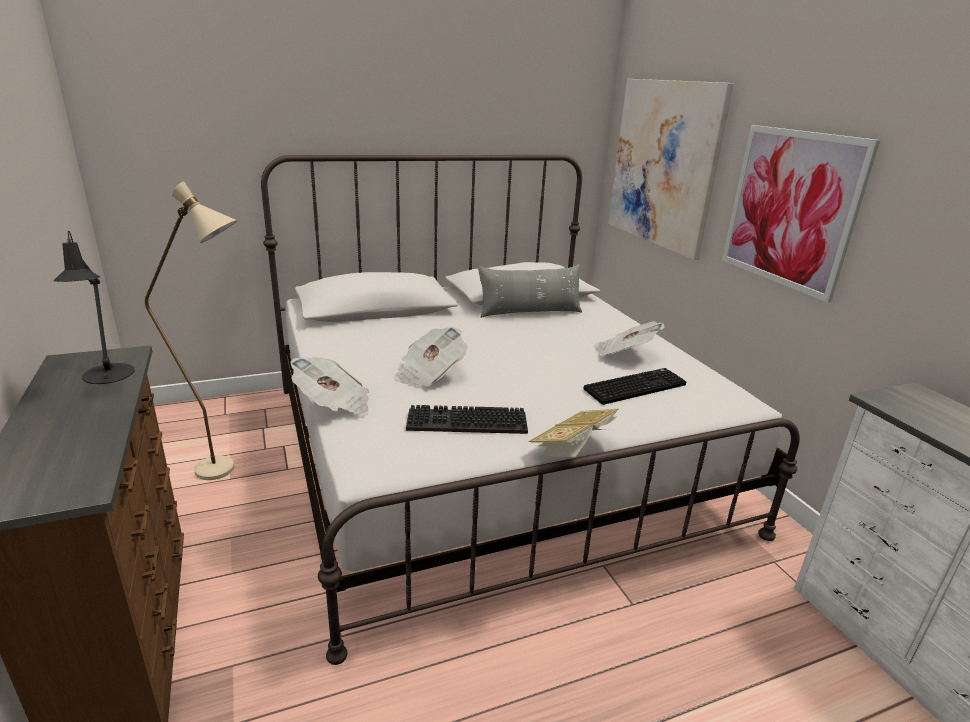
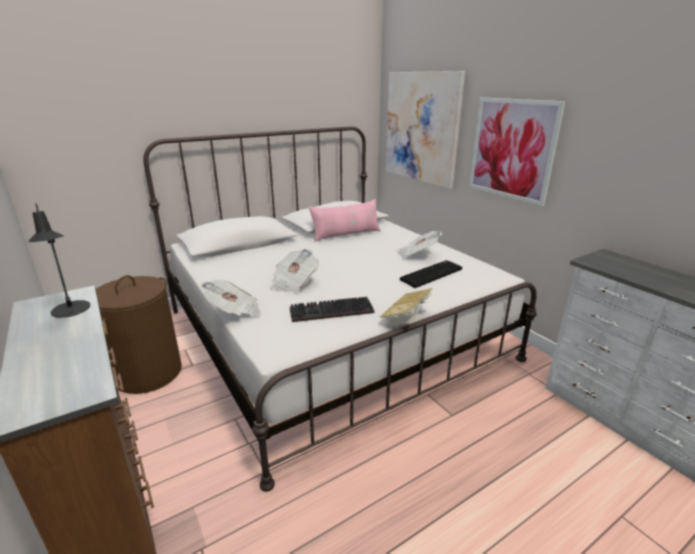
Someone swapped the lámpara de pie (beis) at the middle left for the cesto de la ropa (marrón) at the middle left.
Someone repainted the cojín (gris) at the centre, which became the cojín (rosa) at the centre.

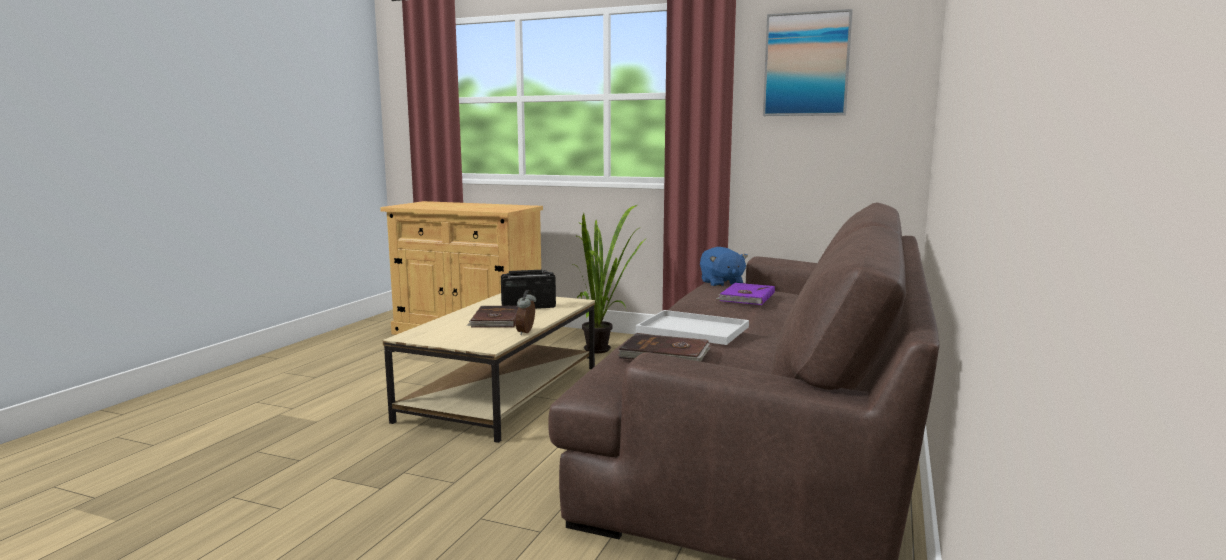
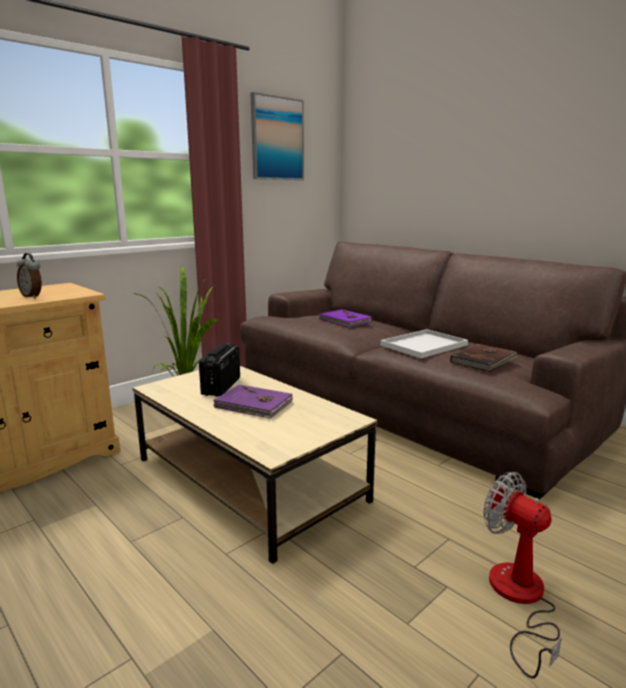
Someone took away the peluche (azul) at the centre.
Someone carried the despertador from the centre to the middle left.
Someone repainted the libro (marrón) (no. 1 from left) at the centre, which became the libro (morado) (no. 1 from left) at the centre.
Someone put down the ventilador at the bottom right.

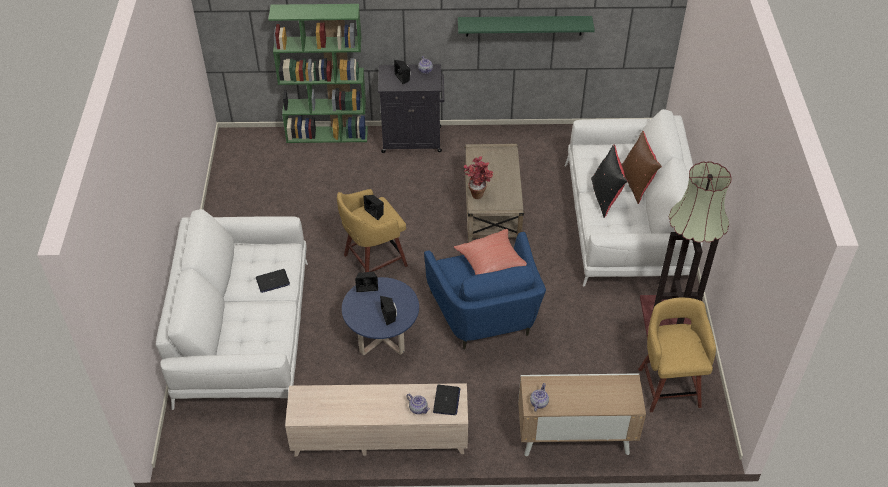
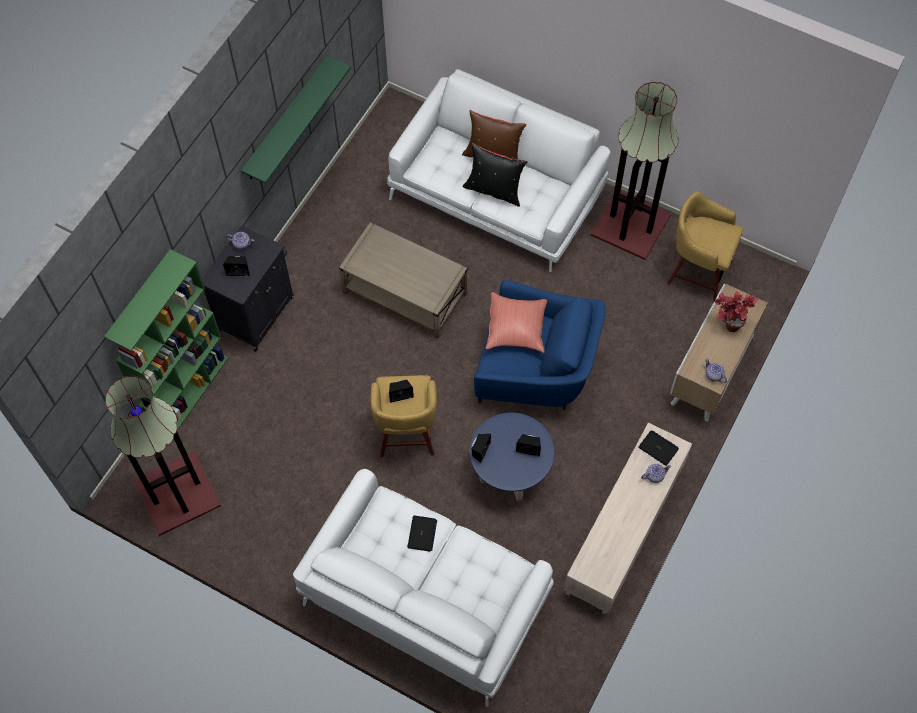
Someone carried the planta en maceta from the centre to the middle right.
Someone put down the lámpara de pie (no. 1 from left) at the middle left.

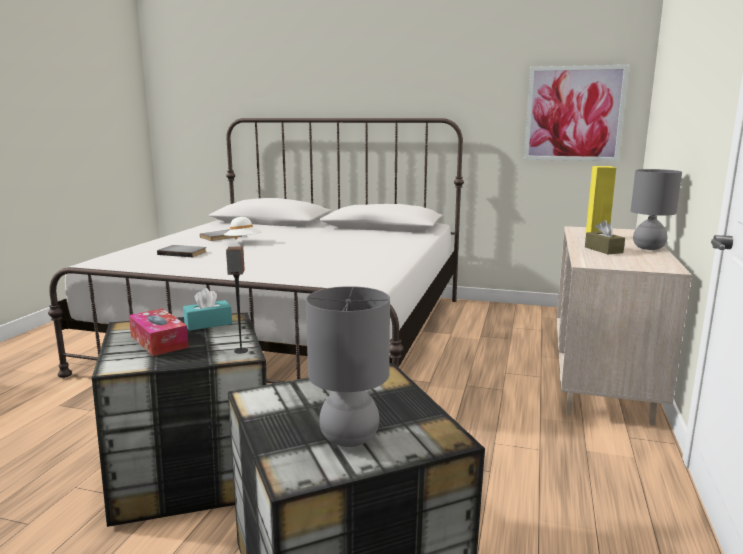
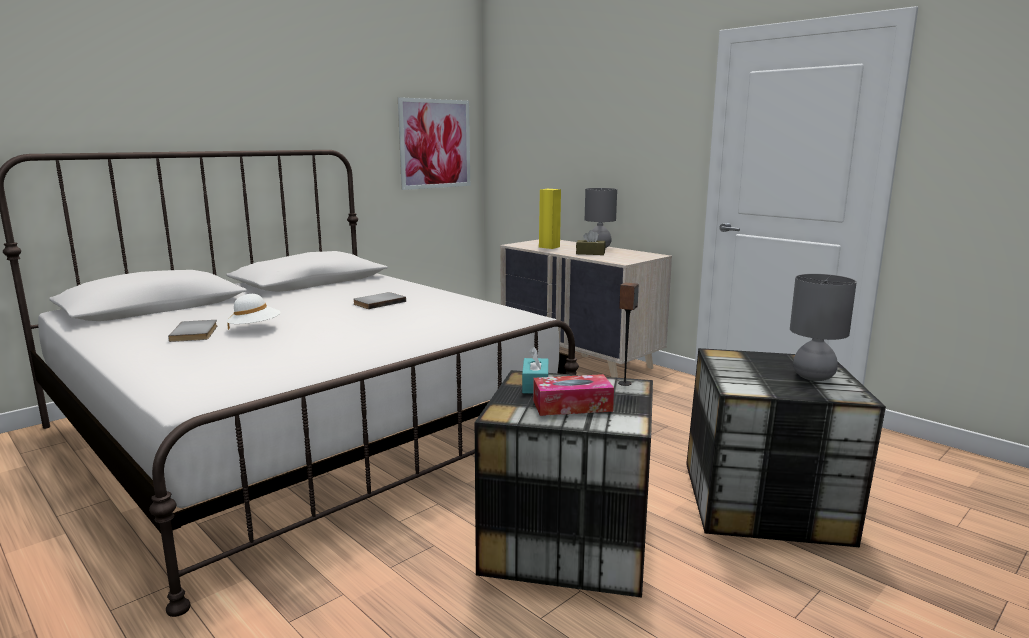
Someone carried the libro (gris) (no. 1 from left in the first image) from the middle left to the centre.

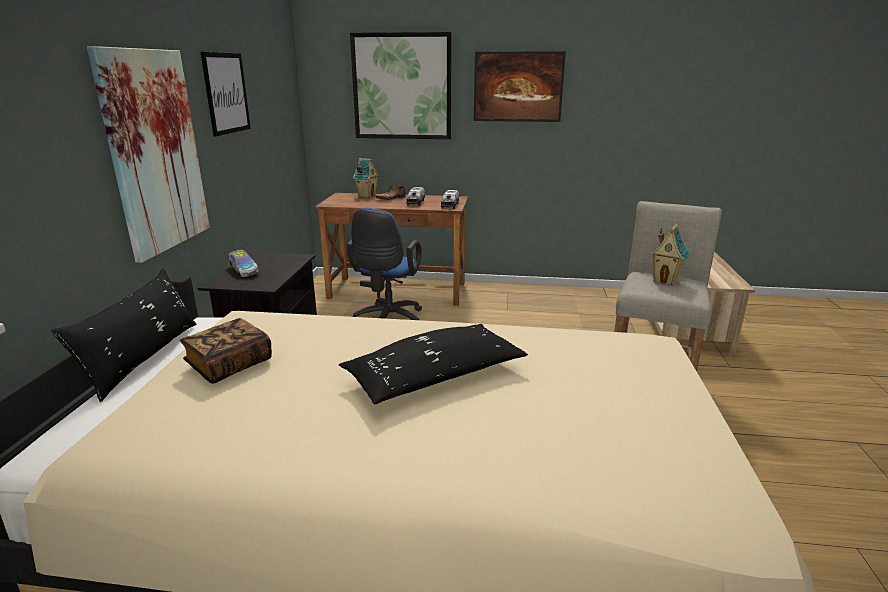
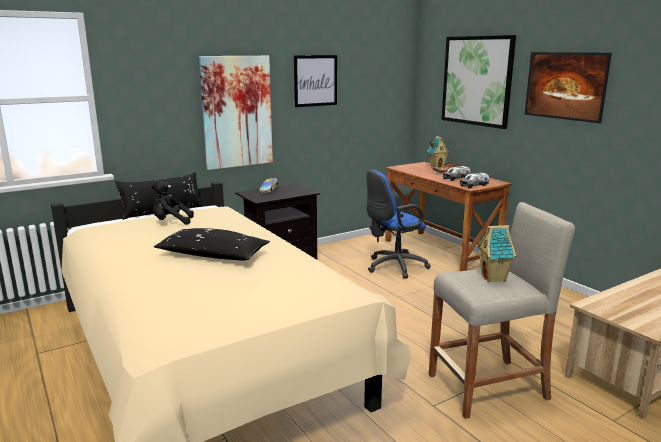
Someone swapped the libro at the middle left for the peluche (negro) at the middle left.

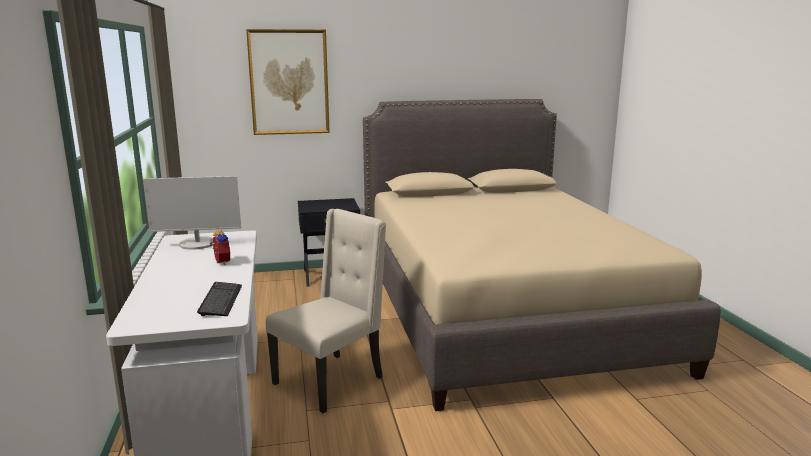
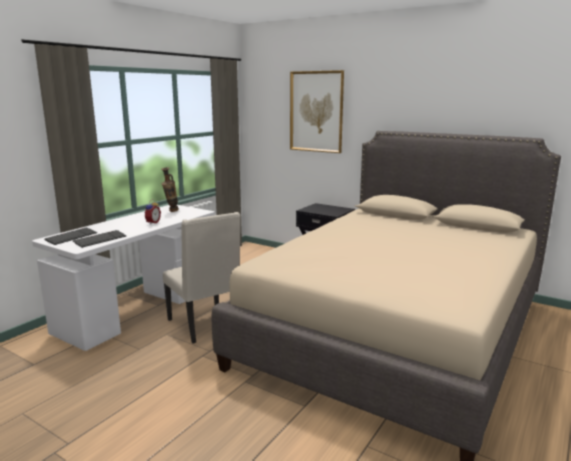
Someone swapped the monitor at the middle left for the florero at the middle left.
Someone rotated the silla (beis) at the bottom centre by 60 degrees clockwise.
Someone put down the teclado (no. 1 from left) at the middle left.

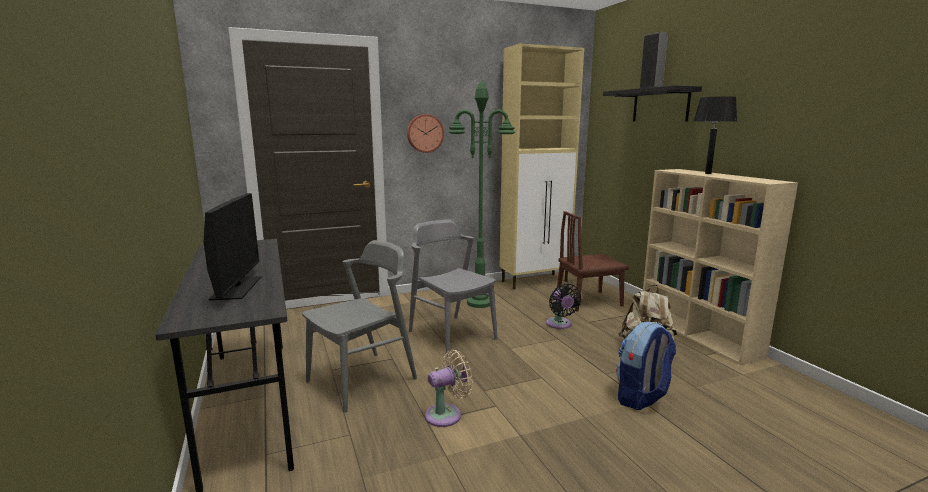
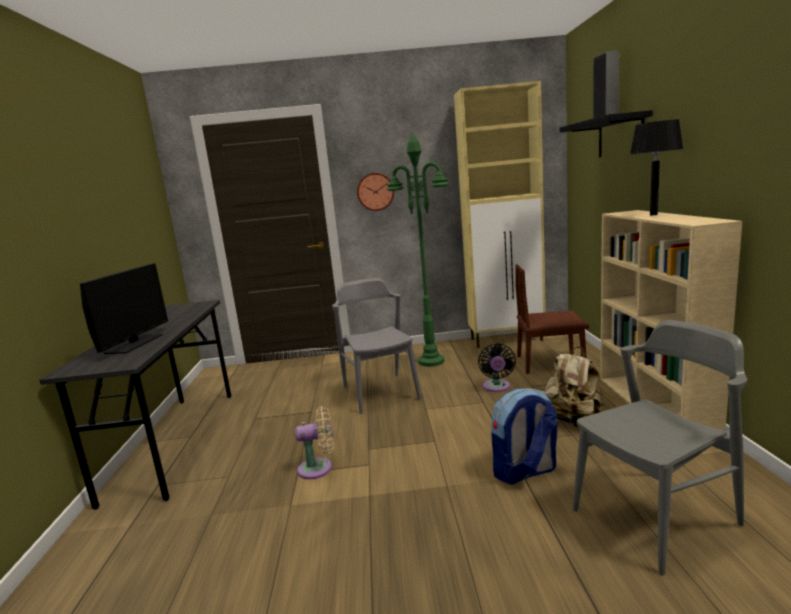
Someone carried the silla (gris) (no. 1 from left in the first image) from the centre to the bottom right.

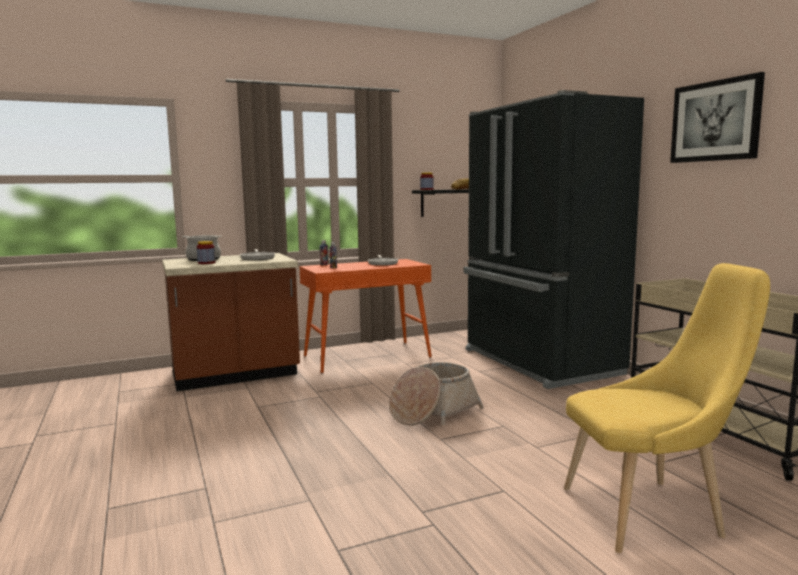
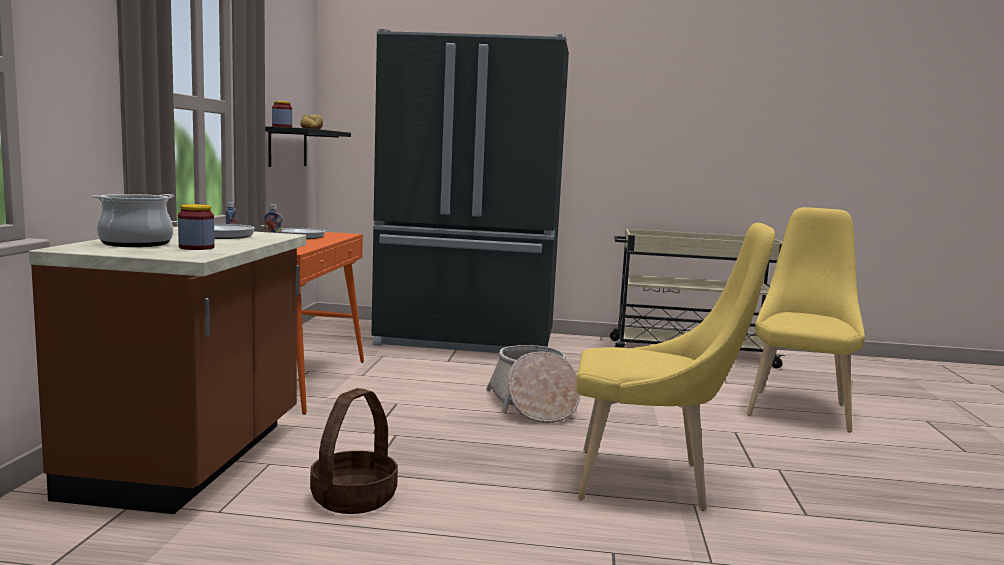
Someone took away the cuadro at the top right.
Someone put down the silla (amarillo) (no. 1 from left) at the middle right.
Someone put down the cesta (no. 1 from left) at the bottom centre.

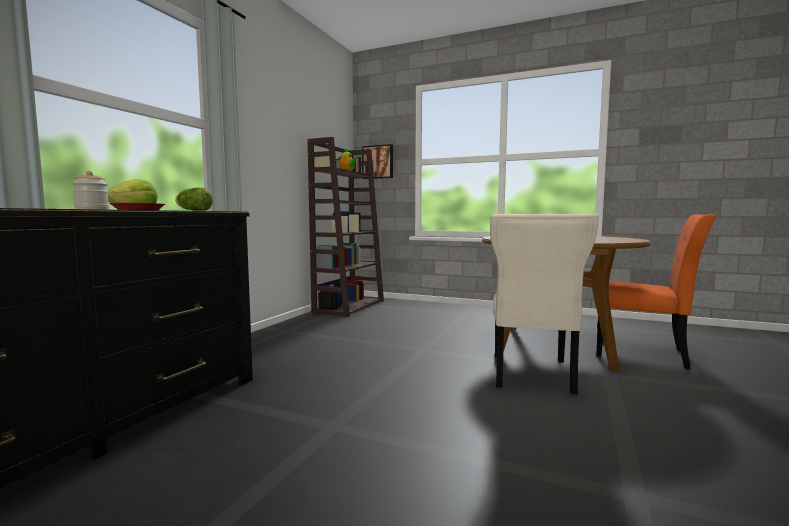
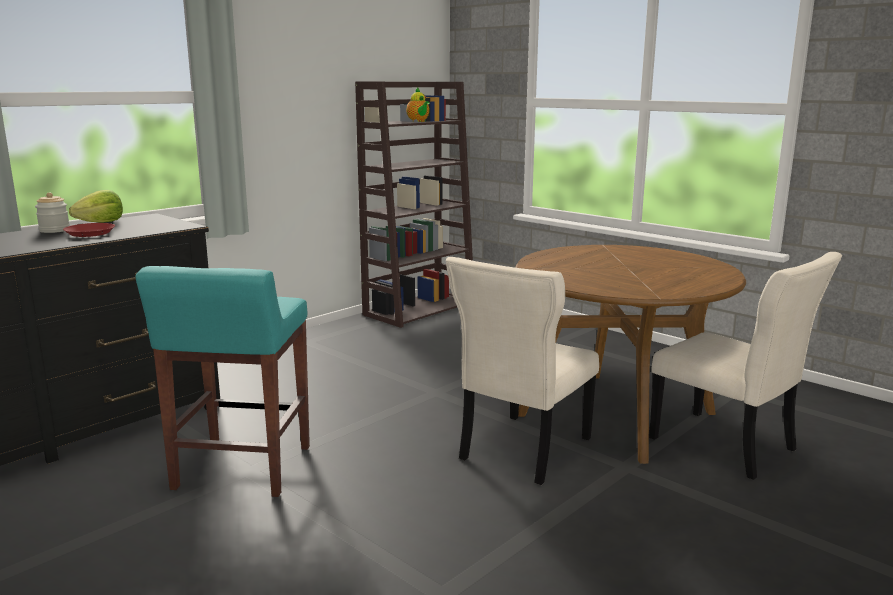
Someone took away the cuadro at the top centre.
Someone took away the lechuga (no. 2 from left) at the middle left.
Someone repainted the silla (naranja) at the middle right, which became the silla (beis) (no. 2 from left) at the middle right.
Someone put down the taburete (turquesa) at the middle left.

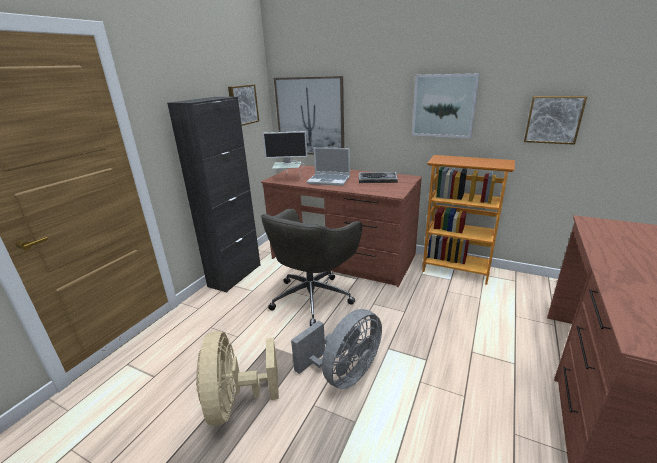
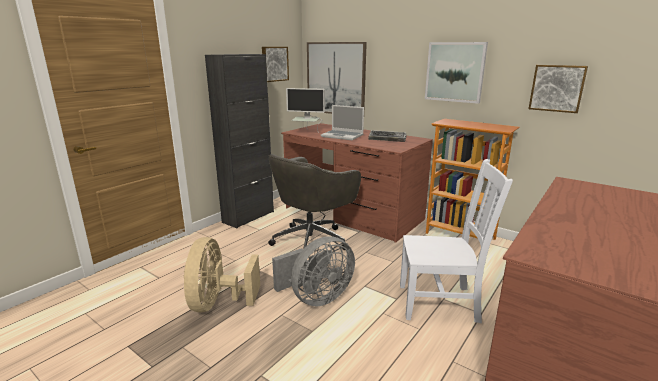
Someone put down the silla (blanco) at the middle right.

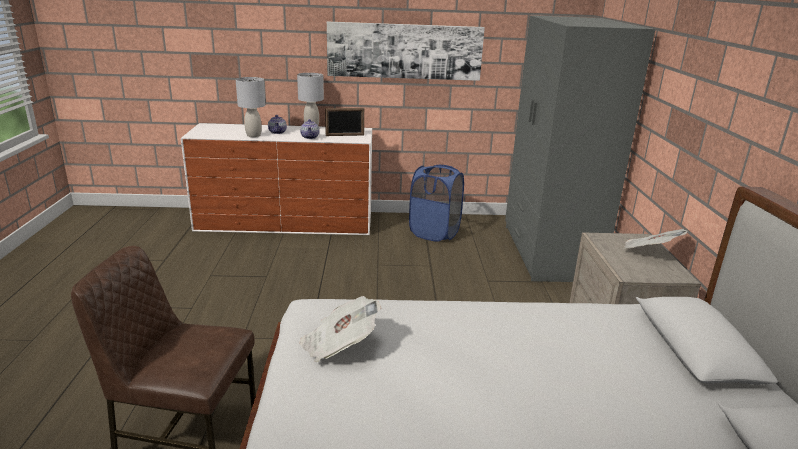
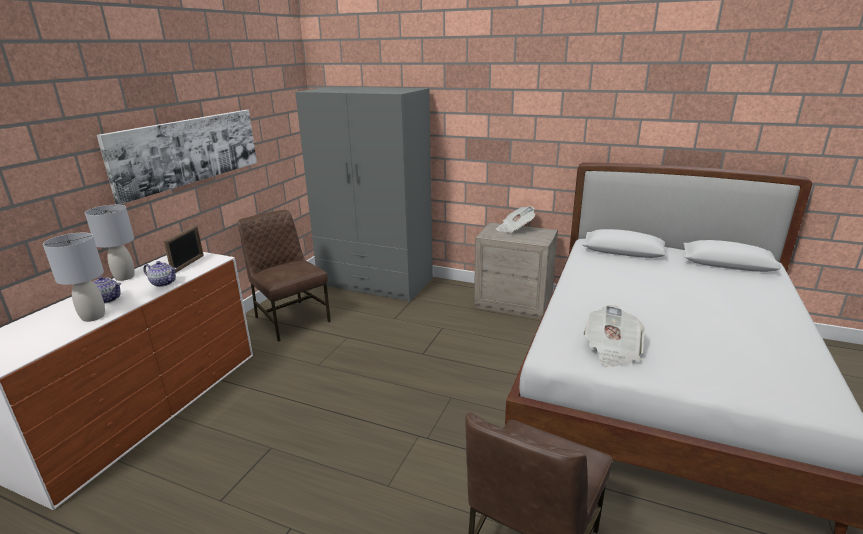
Someone swapped the cesto de la ropa (azul) at the centre for the silla (marrón) (no. 1 from left) at the middle left.

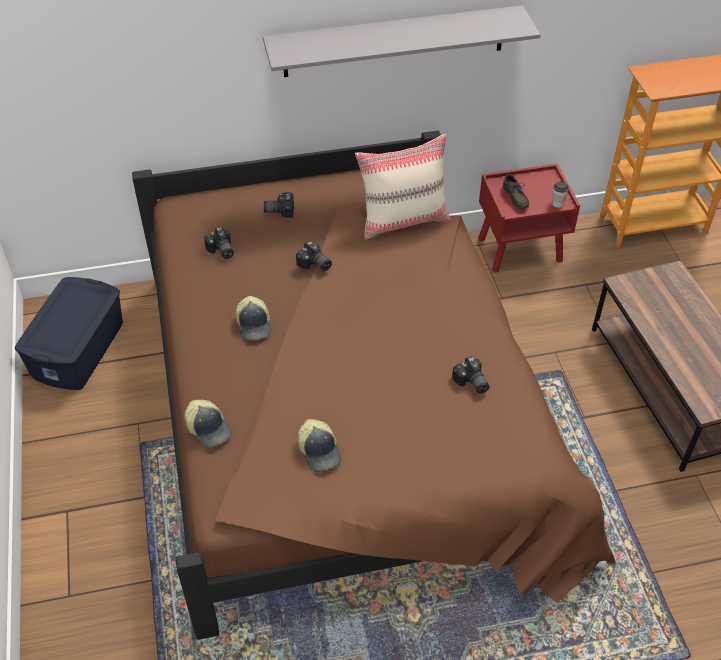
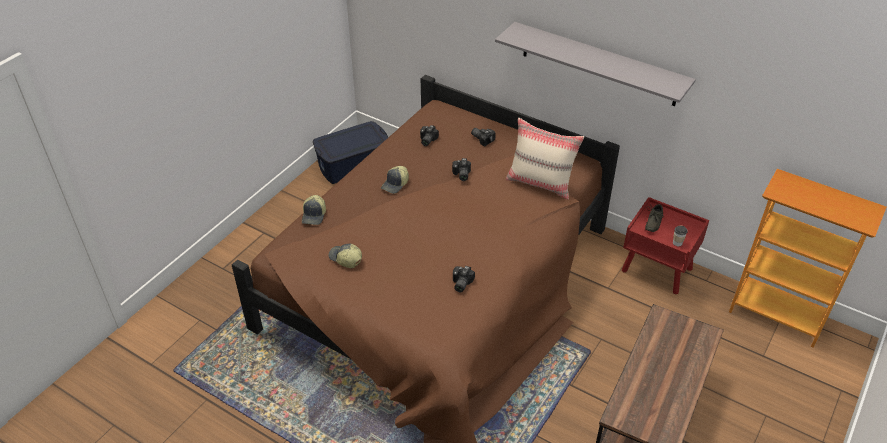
Someone rotated the gorra (no. 3 from left in the first image) at the bottom centre by 105 degrees clockwise.

